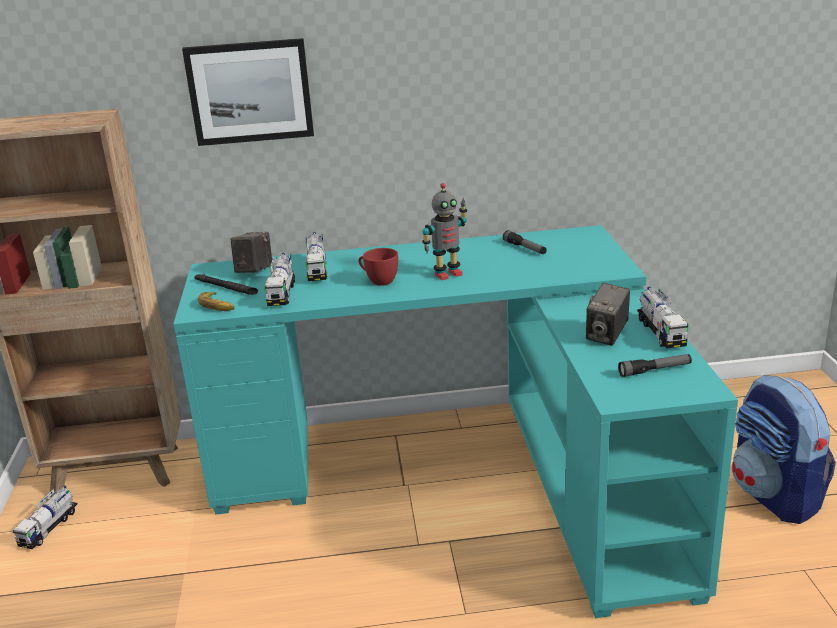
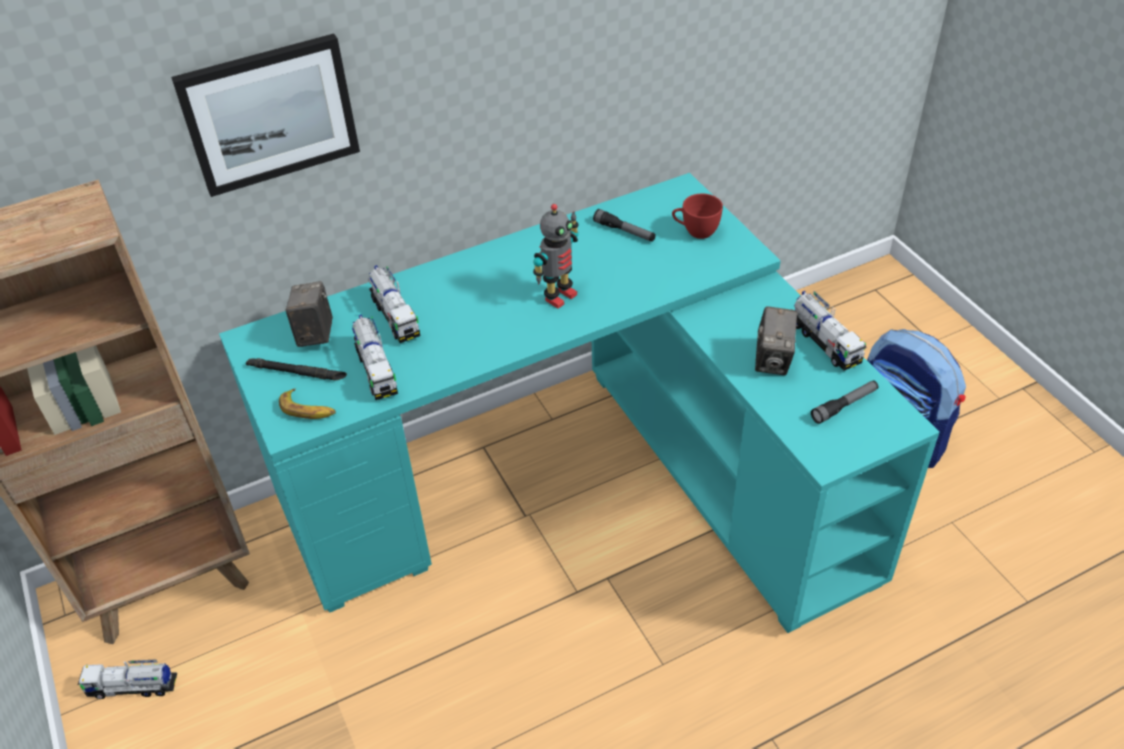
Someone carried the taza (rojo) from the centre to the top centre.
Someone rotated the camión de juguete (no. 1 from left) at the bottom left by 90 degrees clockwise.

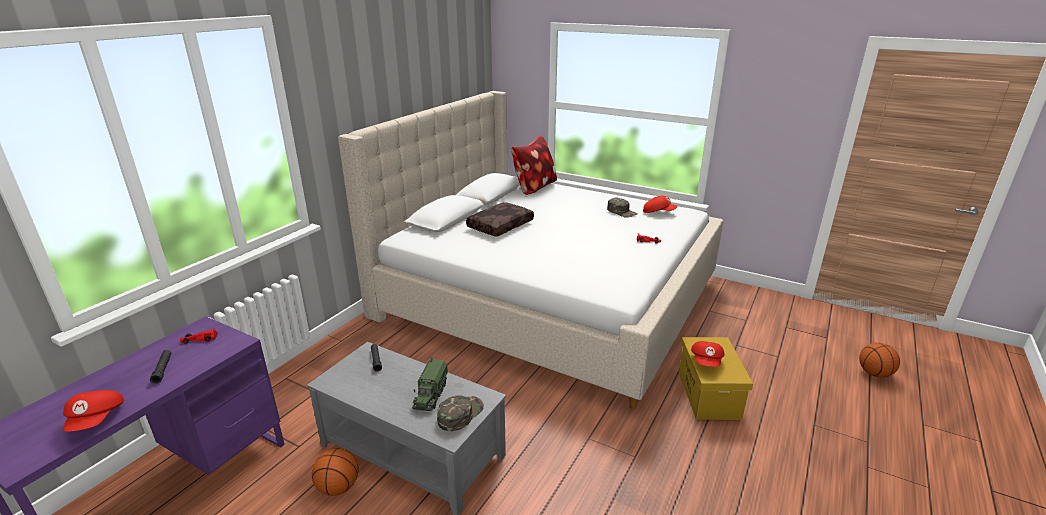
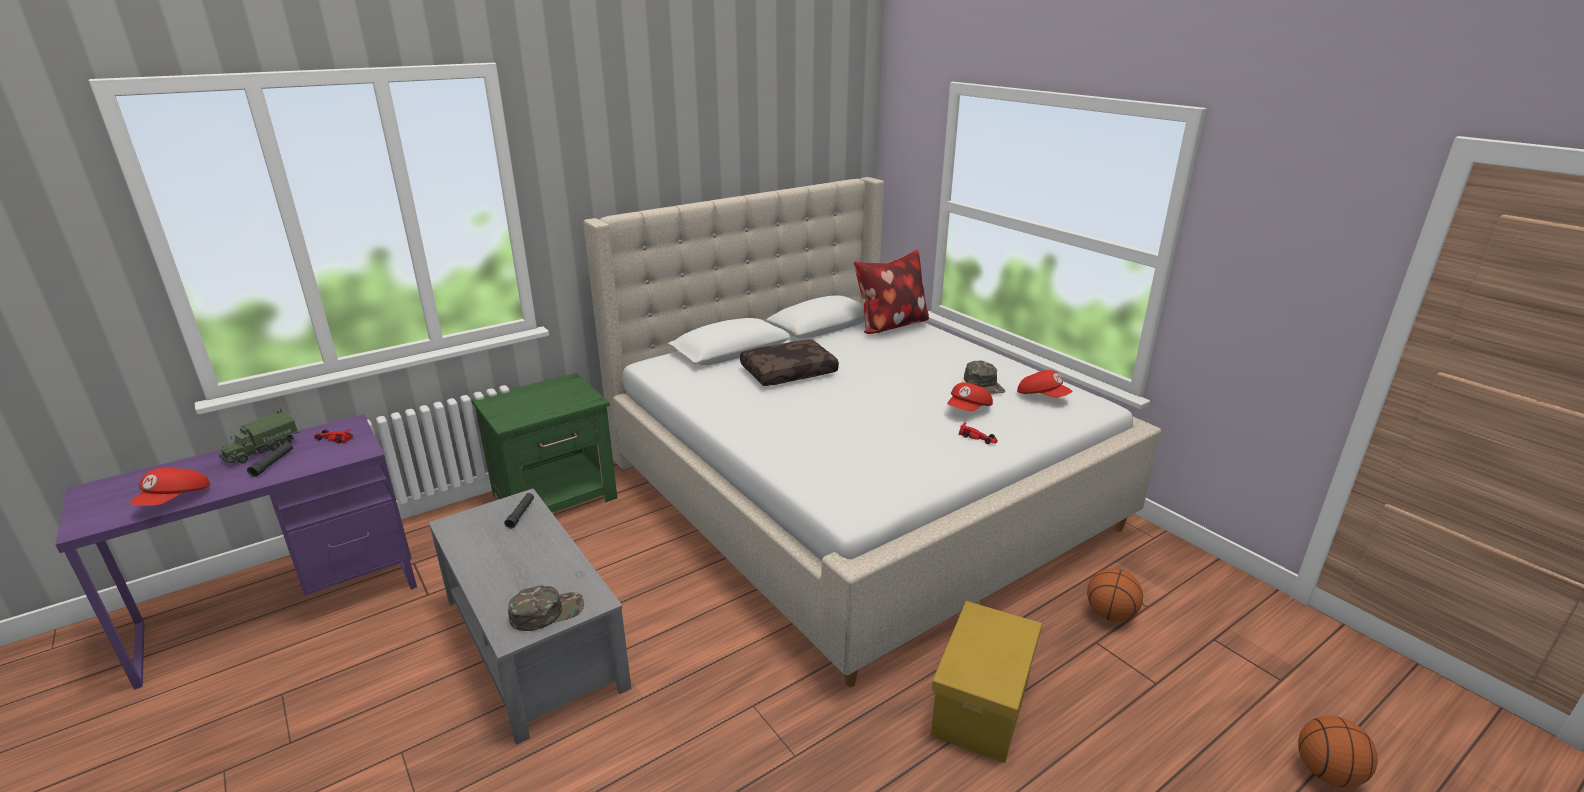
Someone carried the gorra (rojo) (no. 3 from left in the first image) from the bottom right to the centre.
Someone carried the camión de juguete from the bottom centre to the middle left.
Someone carried the balón de baloncesto (no. 1 from left) from the bottom left to the bottom right.
Someone put down the mesita de noche (verde) at the centre.

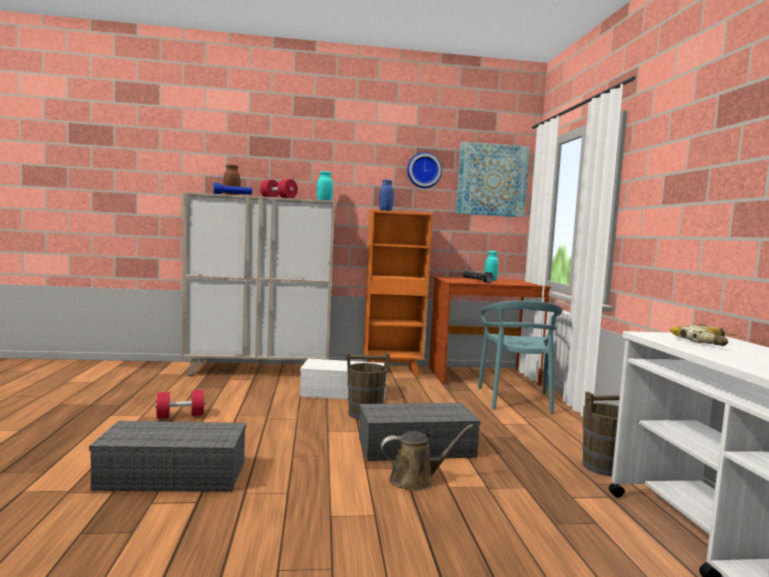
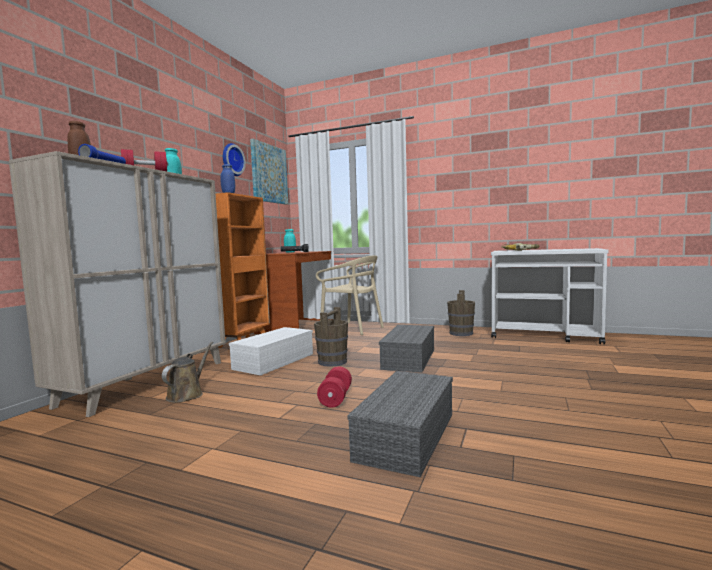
Someone repainted the silla (turquesa) at the middle right, which became the silla (beis) at the centre.
Someone carried the mancuerna (rojo) (no. 1 from left in the first image) from the bottom left to the bottom centre.
Someone carried the regadera (marrón) from the bottom centre to the middle left.

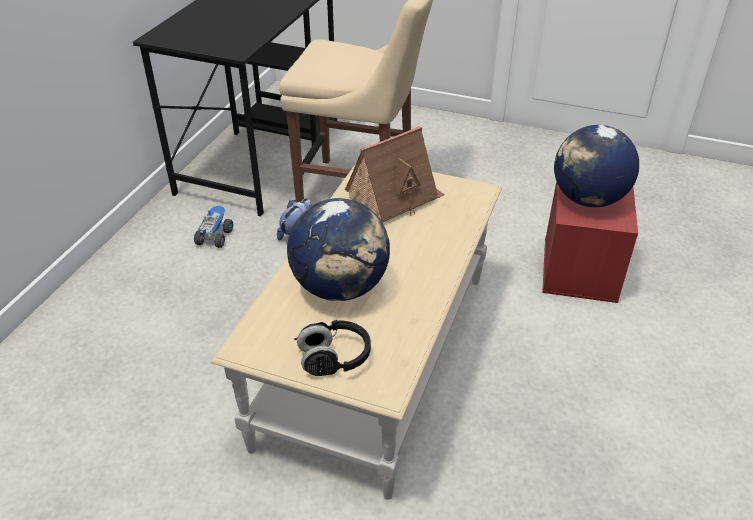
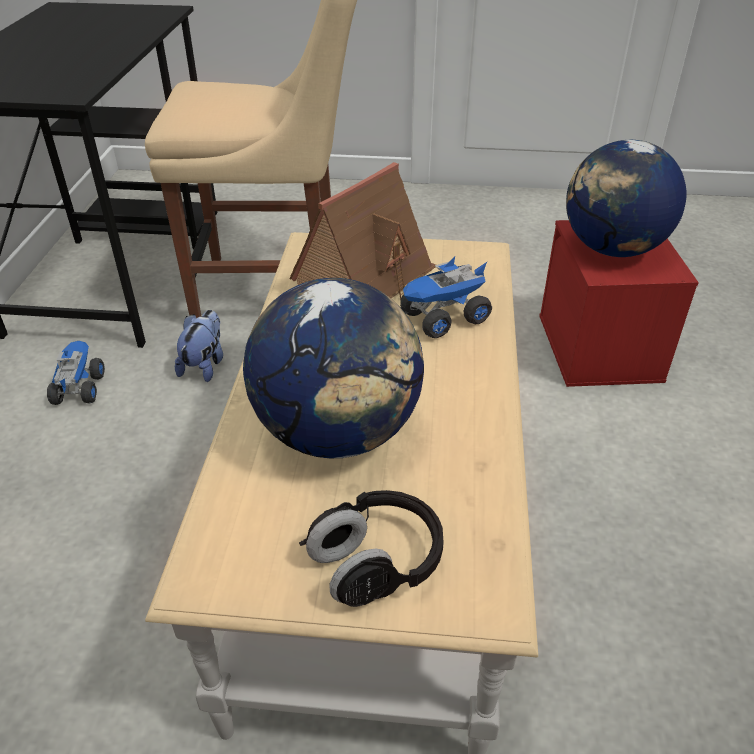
Someone put down the camión de juguete (no. 2 from left) at the centre.

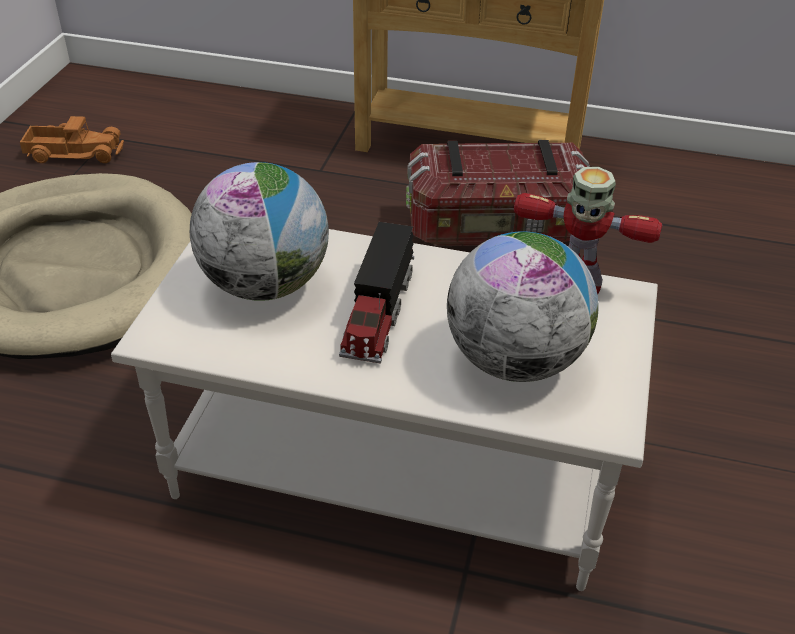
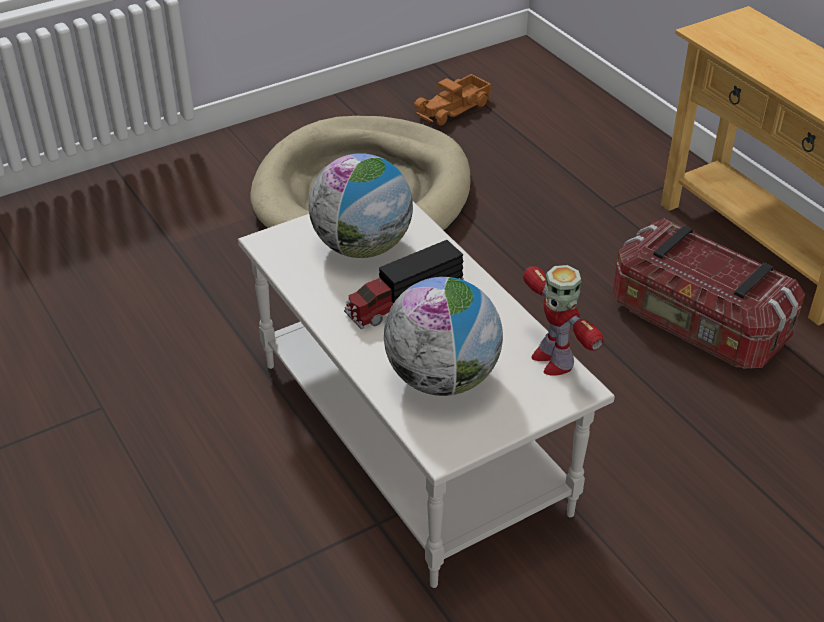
Someone rotated the camión de juguete (no. 1 from left in the first image) at the top left by 90 degrees clockwise.

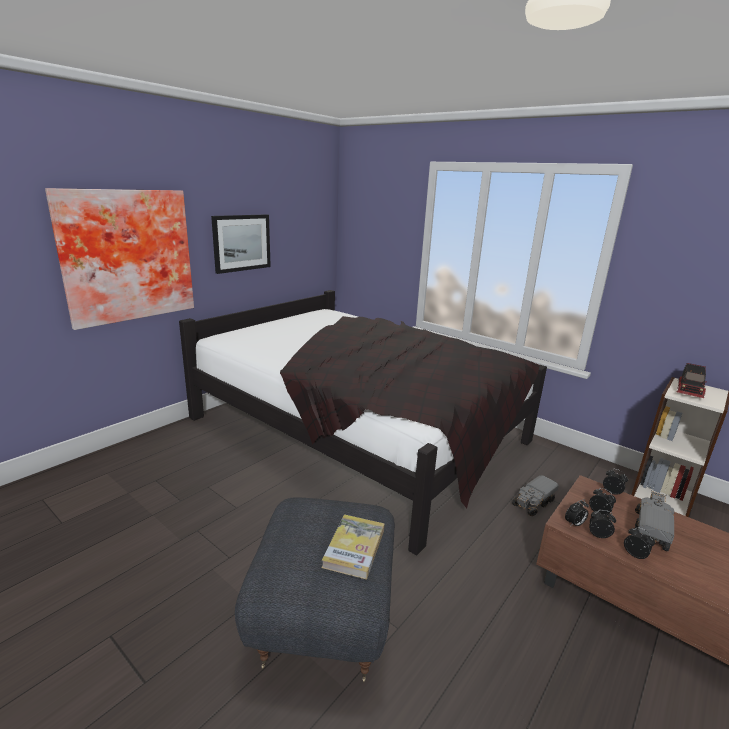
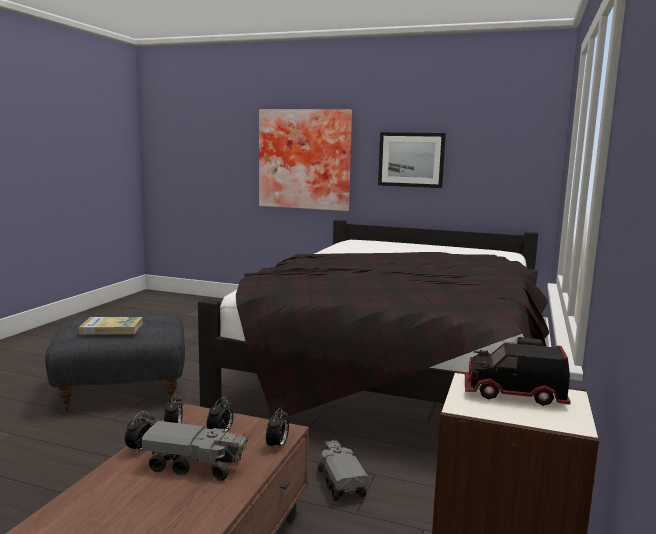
Someone rotated the camión de juguete (no. 1 from left in the first image) at the bottom right by 45 degrees clockwise.
Someone took away the despertador (no. 1 from left) at the bottom right.

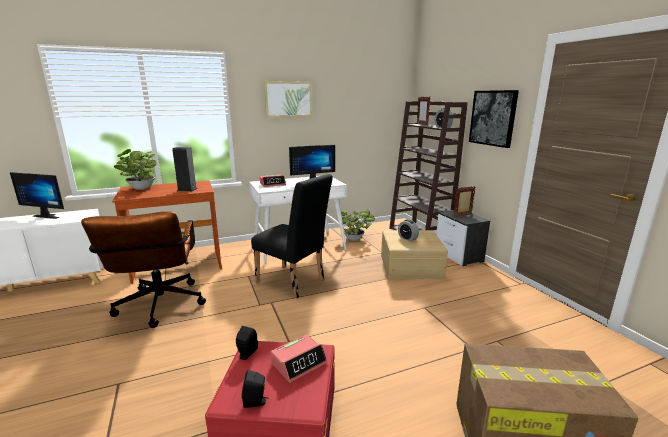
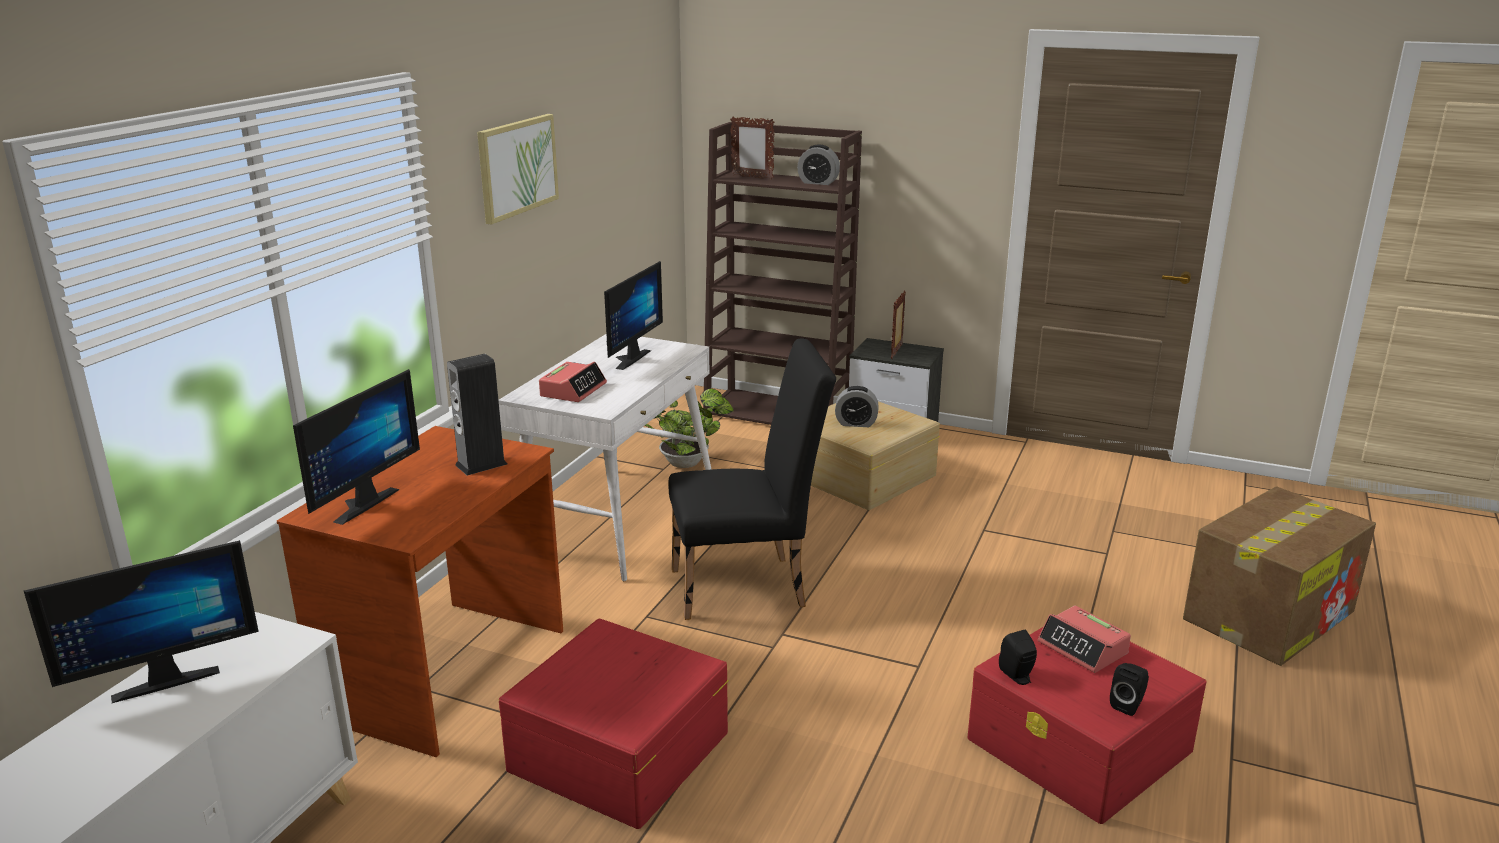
Someone took away the cuadro (no. 2 from left) at the top right.
Someone swapped the planta en maceta (no. 1 from left) at the middle left for the monitor (no. 2 from left) at the middle left.
Someone swapped the silla de oficina (marrón) at the middle left for the caja de almacenaje (rojo) (no. 1 from left) at the bottom centre.
Someone rotated the despertador (no. 2 from left in the first image) at the bottom centre by 135 degrees clockwise.

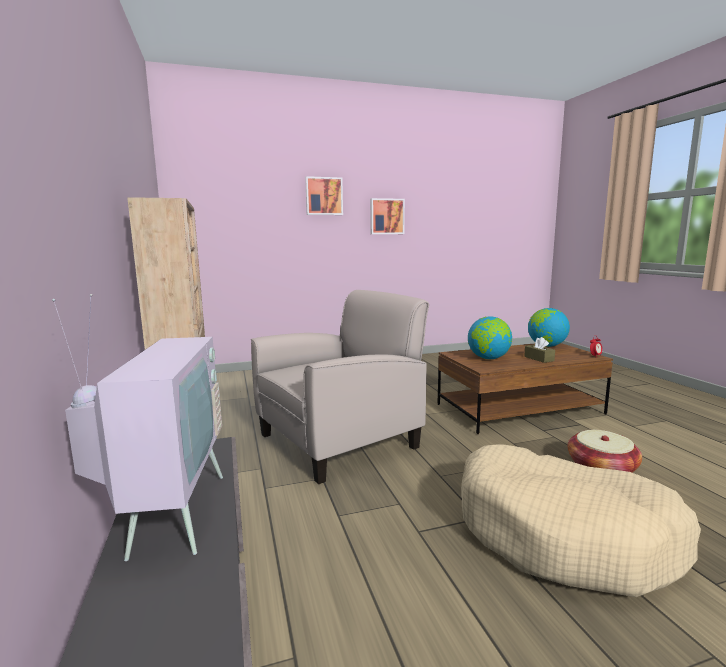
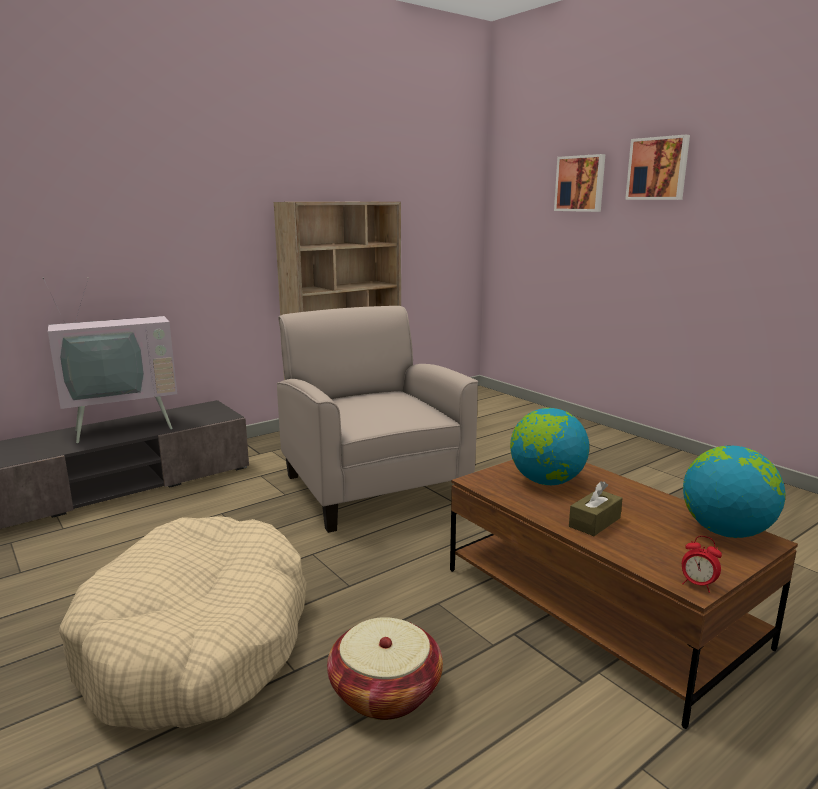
Someone carried the cuadro (no. 2 from left in the first image) from the top centre to the top right.
Someone rotated the sillón (beis) at the centre by 150 degrees counterclockwise.

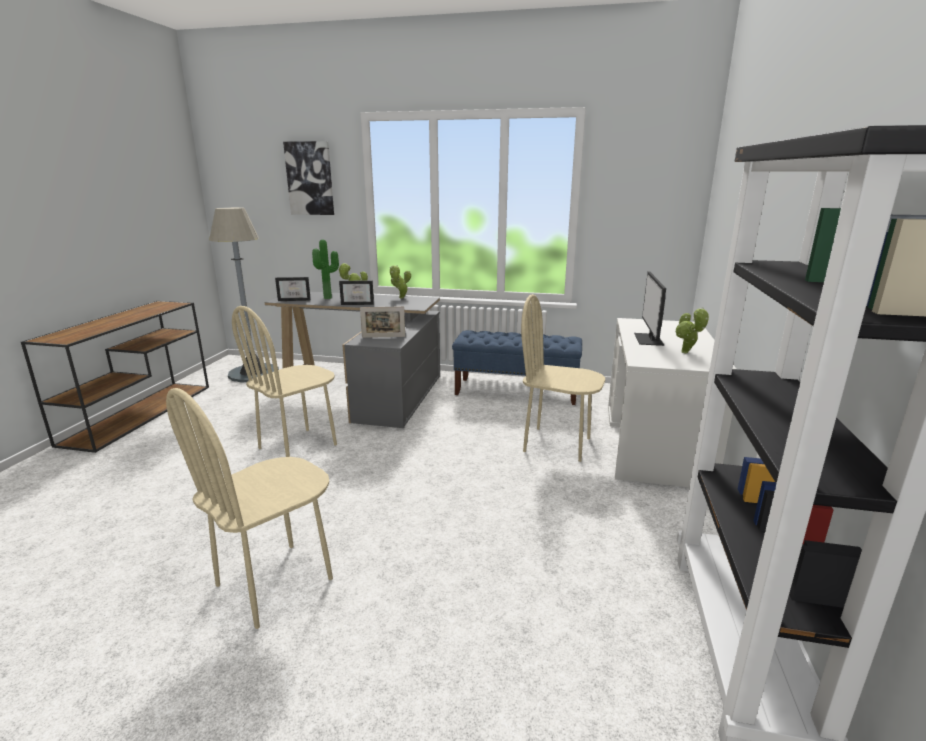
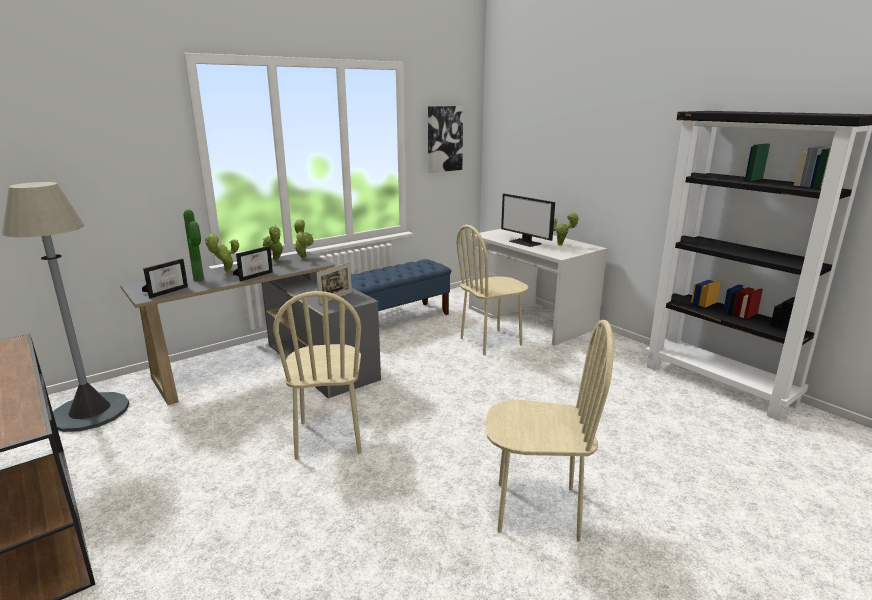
Someone carried the cuadro from the top left to the top centre.
Someone rotated the silla (beis) (no. 1 from left in the first image) at the bottom left by 75 degrees counterclockwise.
Someone put down the planta en maceta (no. 4 from left) at the centre.

